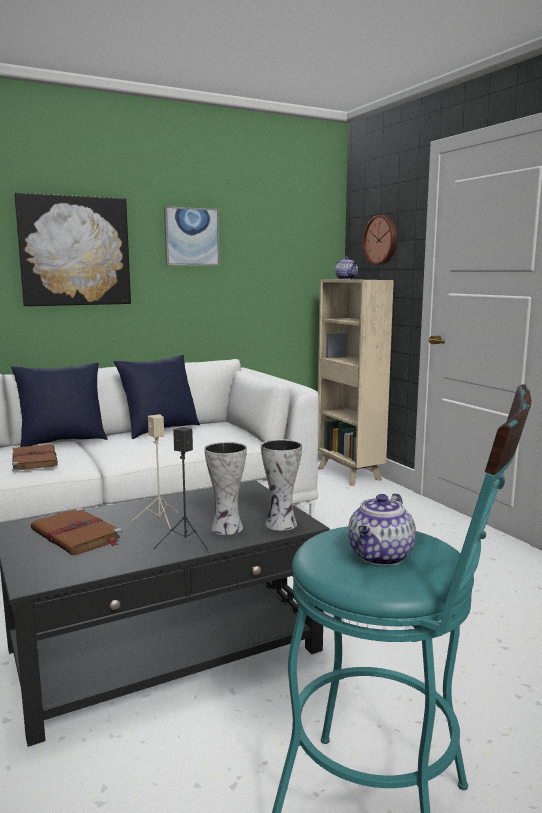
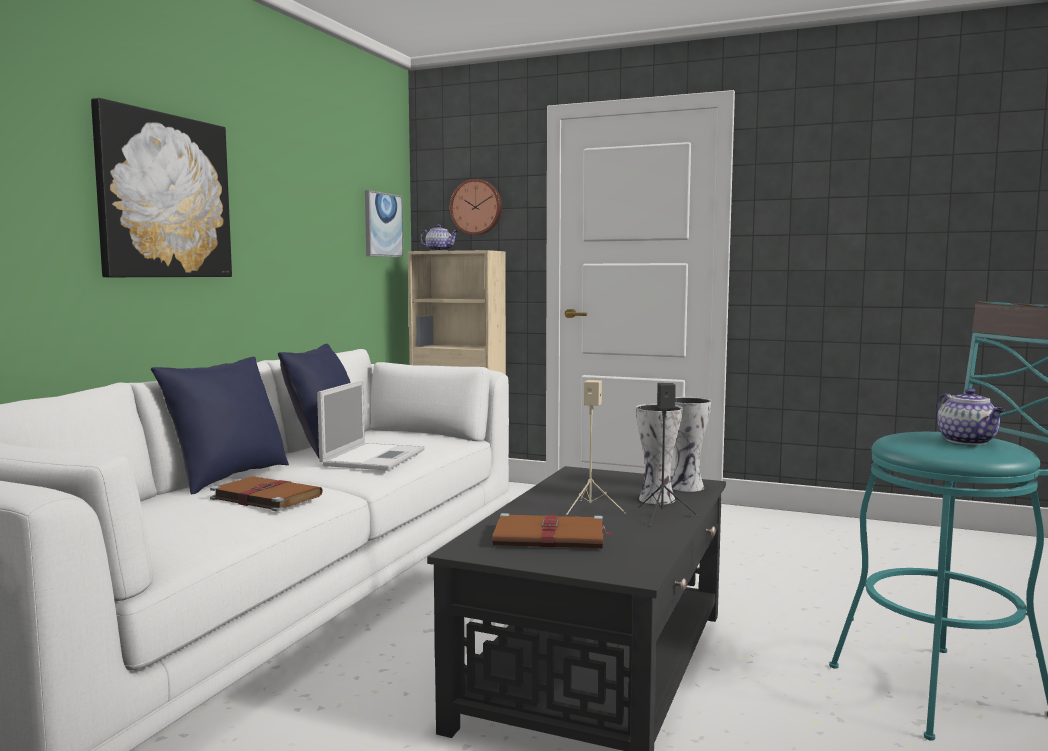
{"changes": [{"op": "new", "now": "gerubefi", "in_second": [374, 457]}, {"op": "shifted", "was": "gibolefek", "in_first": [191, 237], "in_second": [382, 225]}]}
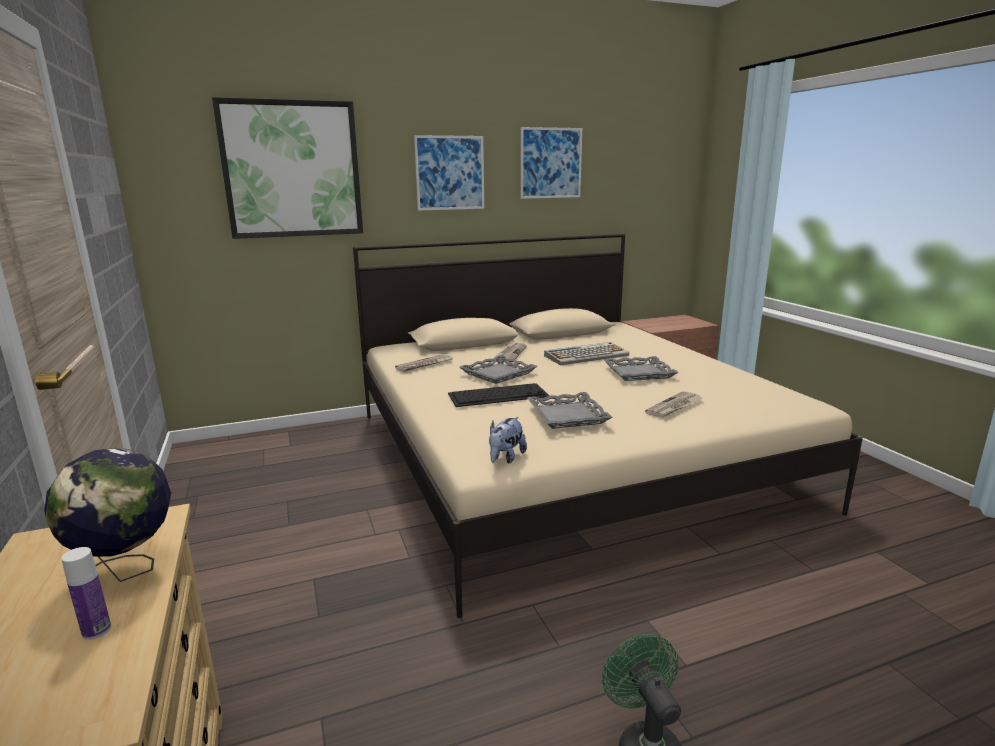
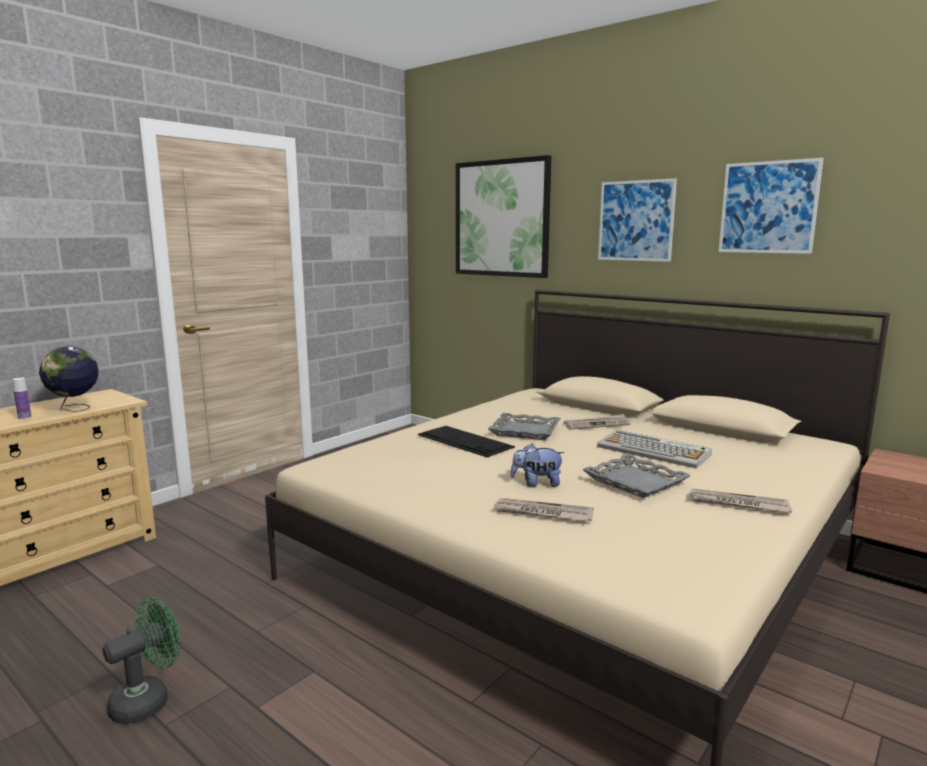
{"changes": [{"op": "gone", "was": "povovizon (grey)", "in_first": [567, 416]}, {"op": "shifted", "was": "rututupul", "in_first": [424, 365], "in_second": [738, 504]}, {"op": "shifted", "was": "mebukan", "in_first": [505, 458], "in_second": [537, 483]}]}
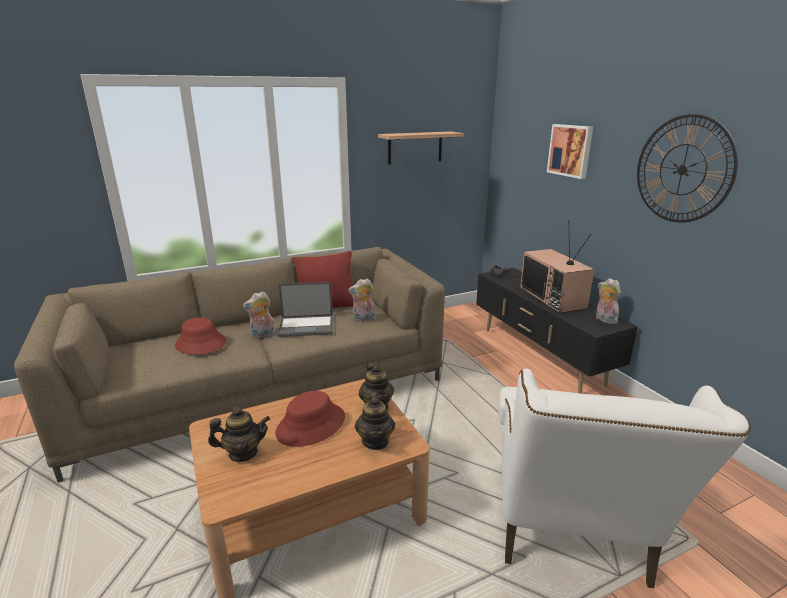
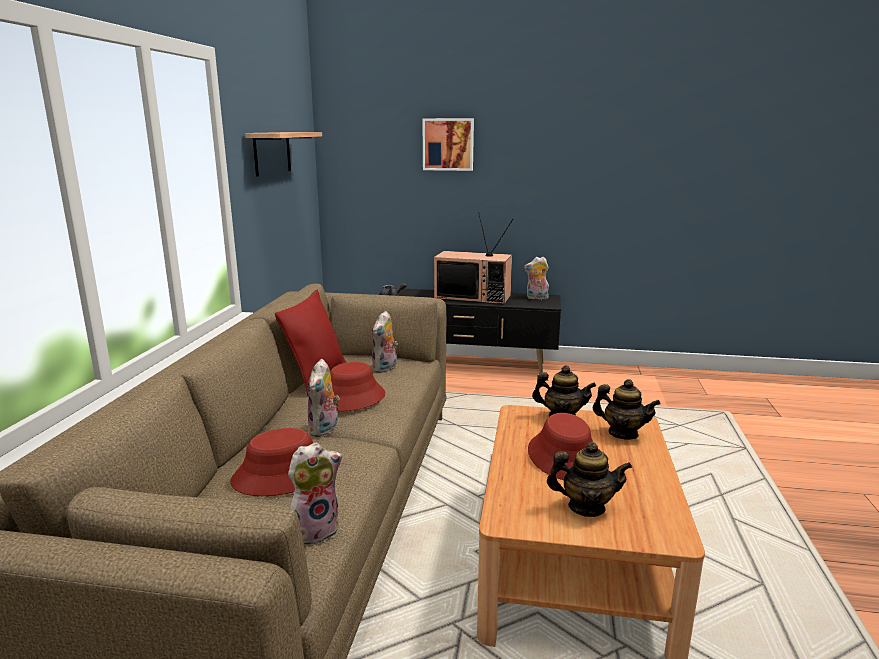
{"changes": [{"op": "gone", "was": "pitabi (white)", "in_first": [569, 532]}, {"op": "gone", "was": "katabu", "in_first": [682, 169]}, {"op": "new", "now": "mebukan", "in_second": [315, 530]}, {"op": "swapped", "was": "gerubefi", "now": "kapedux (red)", "in_first": [307, 326], "in_second": [350, 398]}, {"op": "rotated", "was": "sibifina", "in_first": [243, 453], "in_second": [586, 507], "clockwise": 75}]}
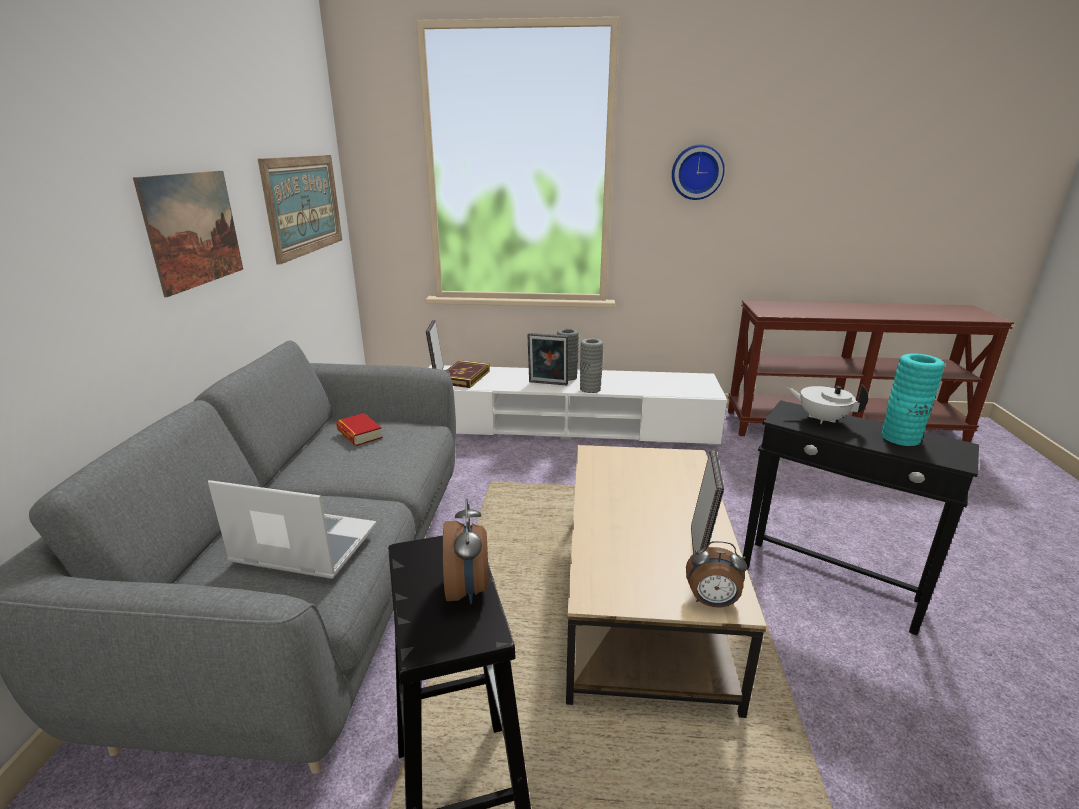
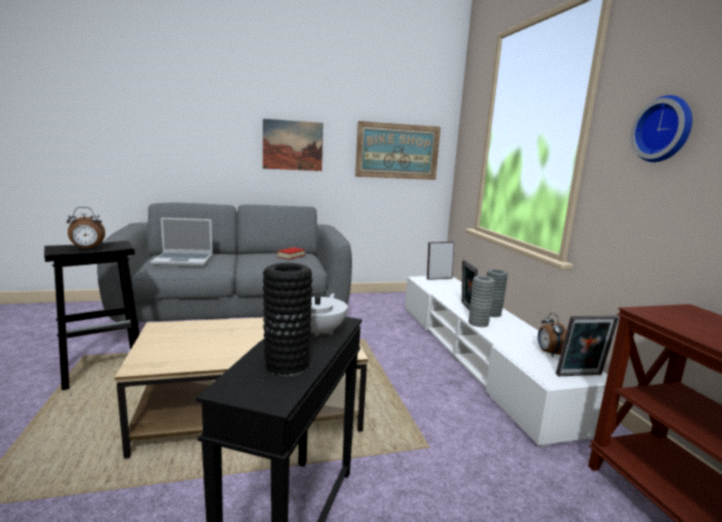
{"changes": [{"op": "gone", "was": "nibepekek", "in_first": [464, 377]}, {"op": "shifted", "was": "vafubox", "in_first": [712, 602], "in_second": [548, 353]}, {"op": "shifted", "was": "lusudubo", "in_first": [700, 548], "in_second": [580, 376]}, {"op": "repainted", "was": "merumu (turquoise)", "now": "merumu (black)", "in_first": [900, 437], "in_second": [287, 365]}, {"op": "rotated", "was": "gerubefi", "in_first": [302, 546], "in_second": [184, 260], "clockwise": 90}]}
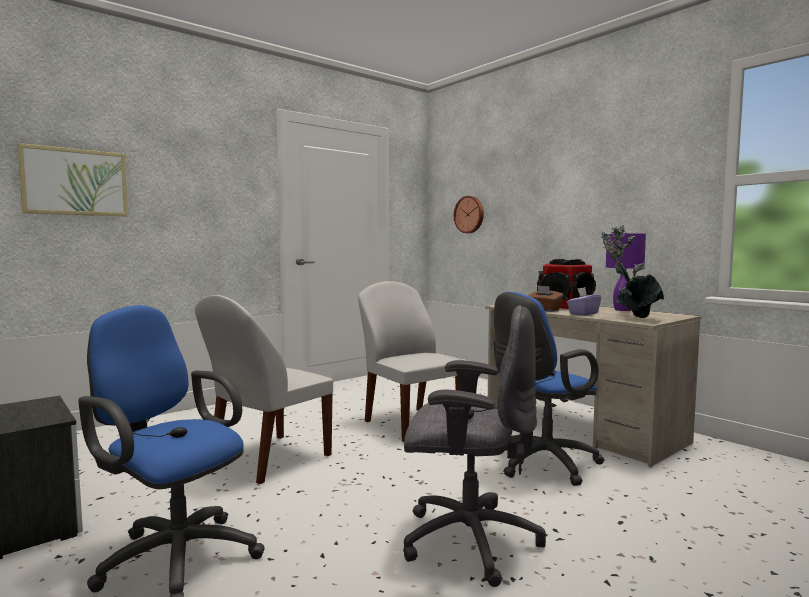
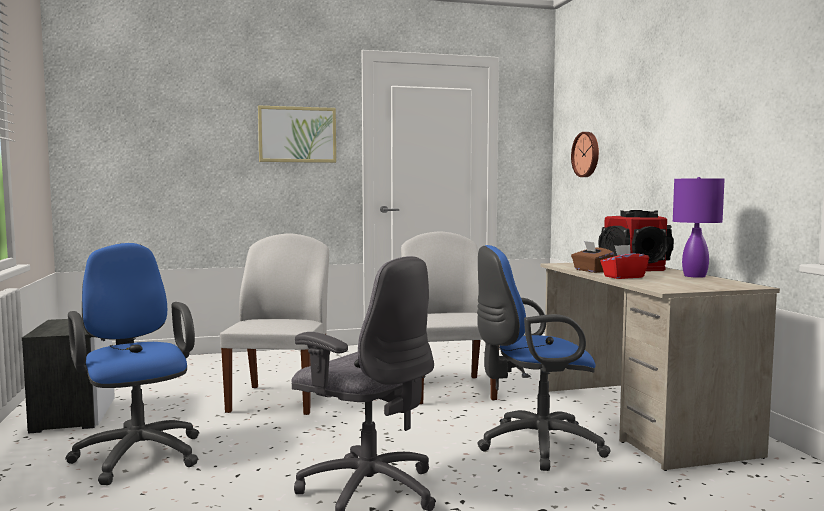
{"changes": [{"op": "gone", "was": "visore", "in_first": [630, 318]}, {"op": "shifted", "was": "gibolefek", "in_first": [75, 182], "in_second": [297, 134]}, {"op": "repainted", "was": "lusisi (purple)", "now": "lusisi (red)", "in_first": [583, 313], "in_second": [623, 277]}, {"op": "rotated", "was": "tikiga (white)", "in_first": [267, 459], "in_second": [280, 399], "clockwise": 120}]}
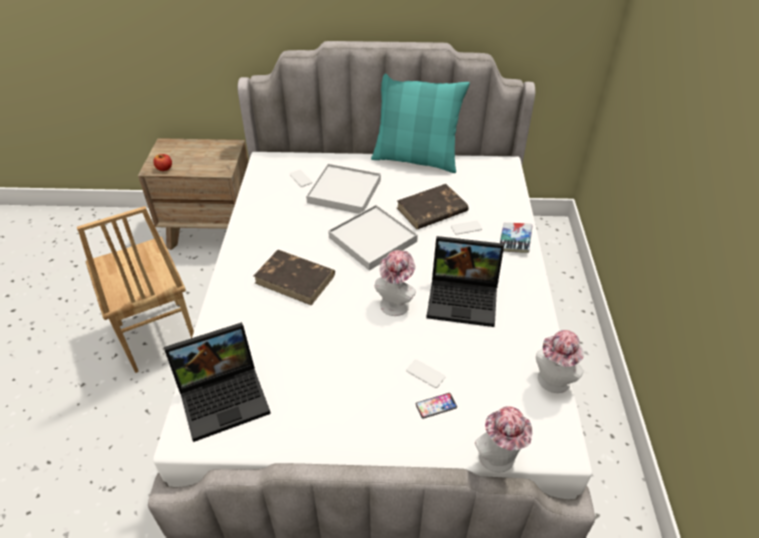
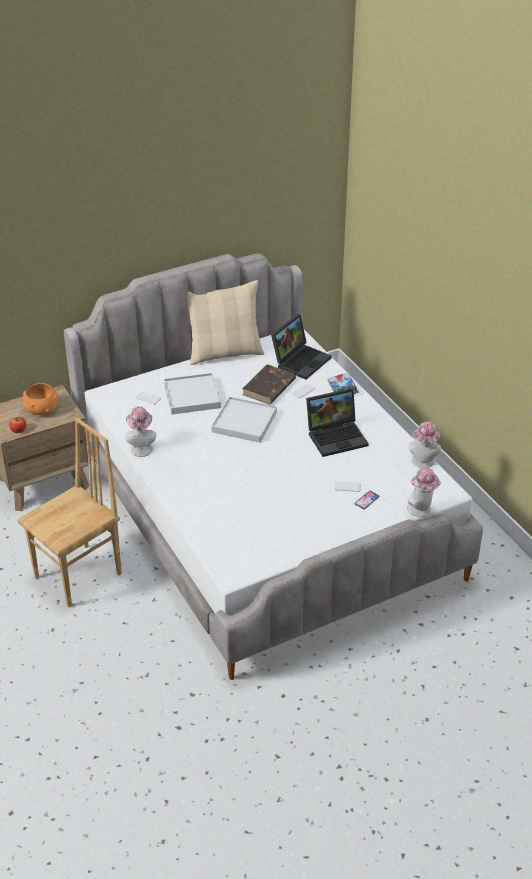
{"changes": [{"op": "gone", "was": "nibepekek (brown)", "in_first": [295, 279]}, {"op": "new", "now": "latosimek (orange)", "in_second": [42, 409]}, {"op": "shifted", "was": "gerubefi", "in_first": [225, 396], "in_second": [300, 360]}, {"op": "shifted", "was": "kapedux", "in_first": [396, 302], "in_second": [141, 447]}, {"op": "repainted", "was": "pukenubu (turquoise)", "now": "pukenubu (beige)", "in_first": [416, 159], "in_second": [224, 353]}, {"op": "rotated", "was": "tikiga (brown)", "in_first": [156, 337], "in_second": [79, 576], "clockwise": -75}]}
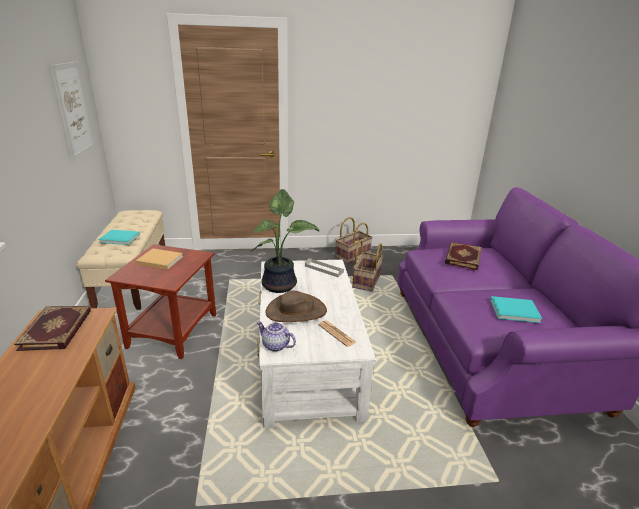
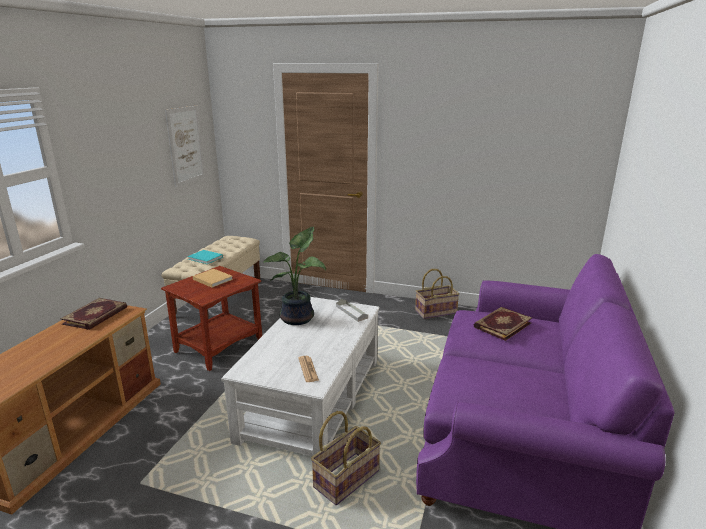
{"changes": [{"op": "gone", "was": "sibifina", "in_first": [275, 346]}, {"op": "gone", "was": "kapedux (brown)", "in_first": [296, 311]}, {"op": "gone", "was": "nibepekek (turquoise)", "in_first": [516, 311]}, {"op": "shifted", "was": "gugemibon", "in_first": [366, 281], "in_second": [346, 478]}]}
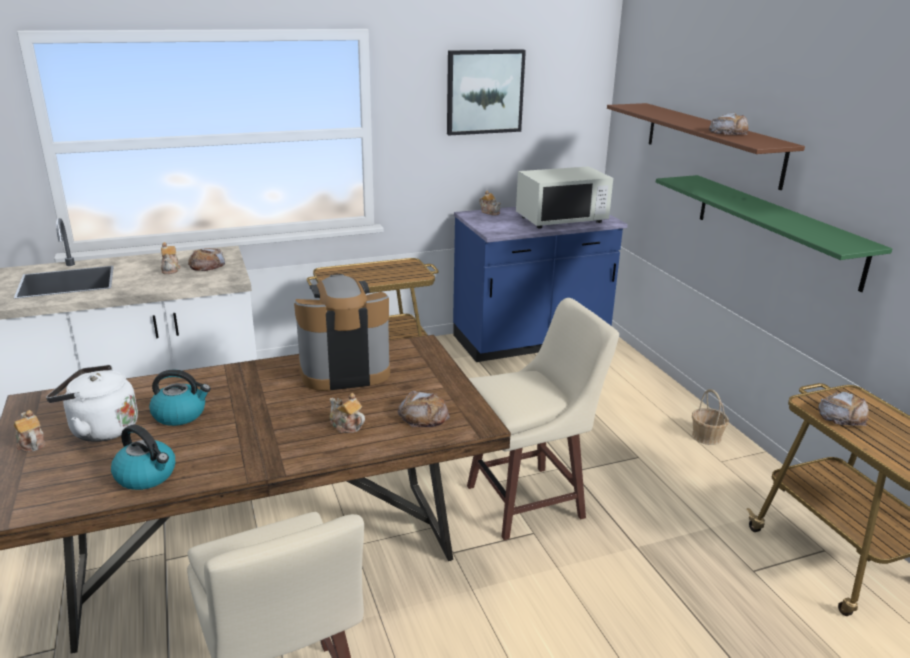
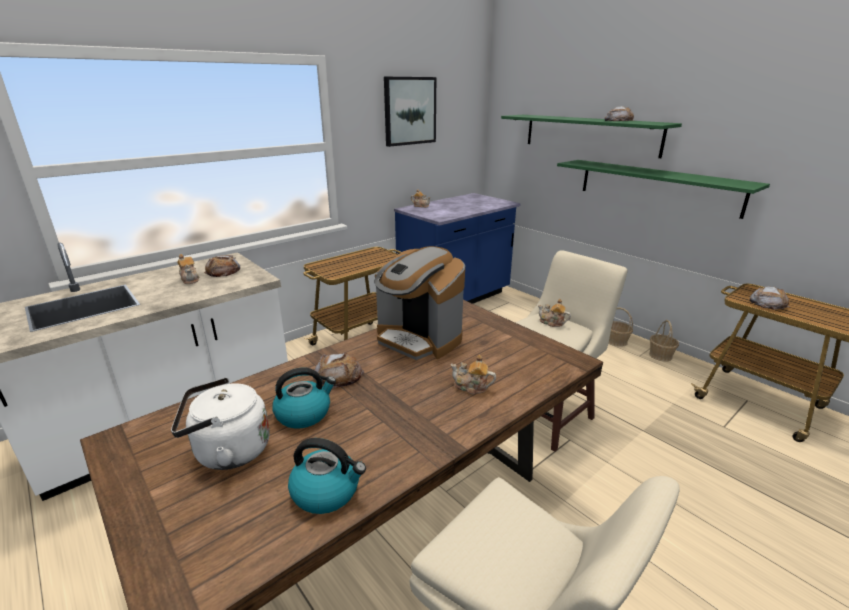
{"changes": [{"op": "gone", "was": "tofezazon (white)", "in_first": [561, 219]}, {"op": "new", "now": "gugemibon", "in_second": [660, 355]}, {"op": "shifted", "was": "sibifina", "in_first": [31, 443], "in_second": [552, 322]}, {"op": "shifted", "was": "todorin", "in_first": [423, 415], "in_second": [338, 375]}, {"op": "repainted", "was": "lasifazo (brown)", "now": "lasifazo (green)", "in_first": [711, 143], "in_second": [589, 134]}, {"op": "rotated", "was": "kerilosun", "in_first": [344, 370], "in_second": [418, 339], "clockwise": -105}]}
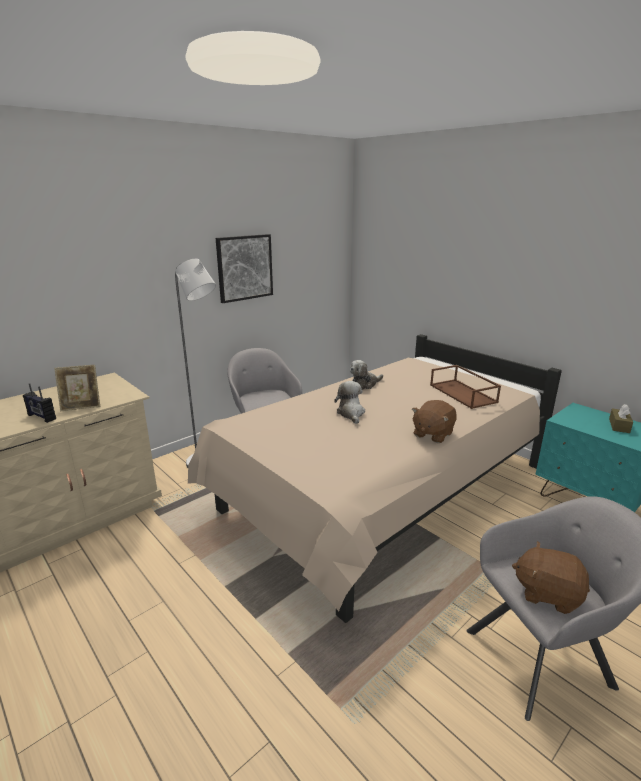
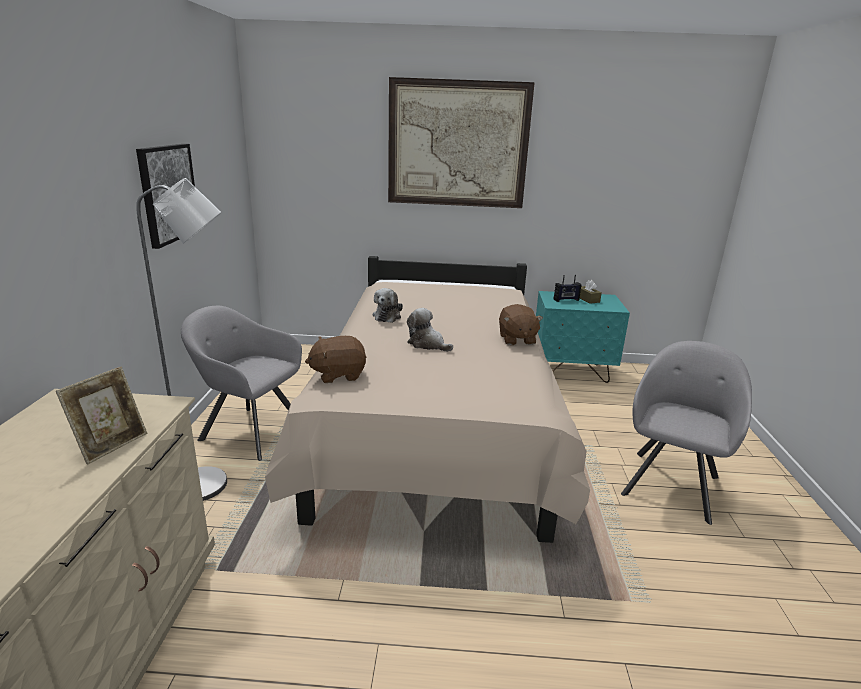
{"changes": [{"op": "gone", "was": "povovizon (brown)", "in_first": [463, 393]}, {"op": "new", "now": "gibolefek", "in_second": [458, 144]}, {"op": "shifted", "was": "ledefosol", "in_first": [41, 417], "in_second": [566, 300]}, {"op": "shifted", "was": "mebukan (brown)", "in_first": [547, 593], "in_second": [338, 374]}]}
